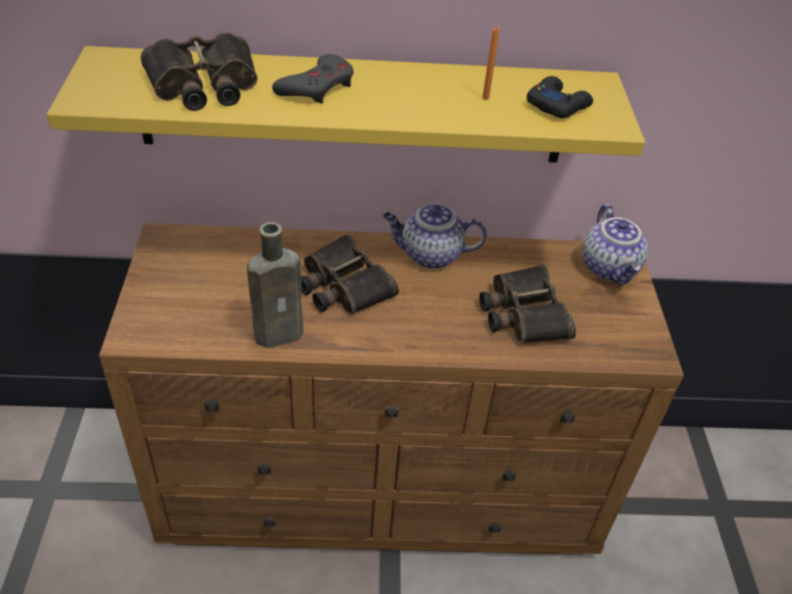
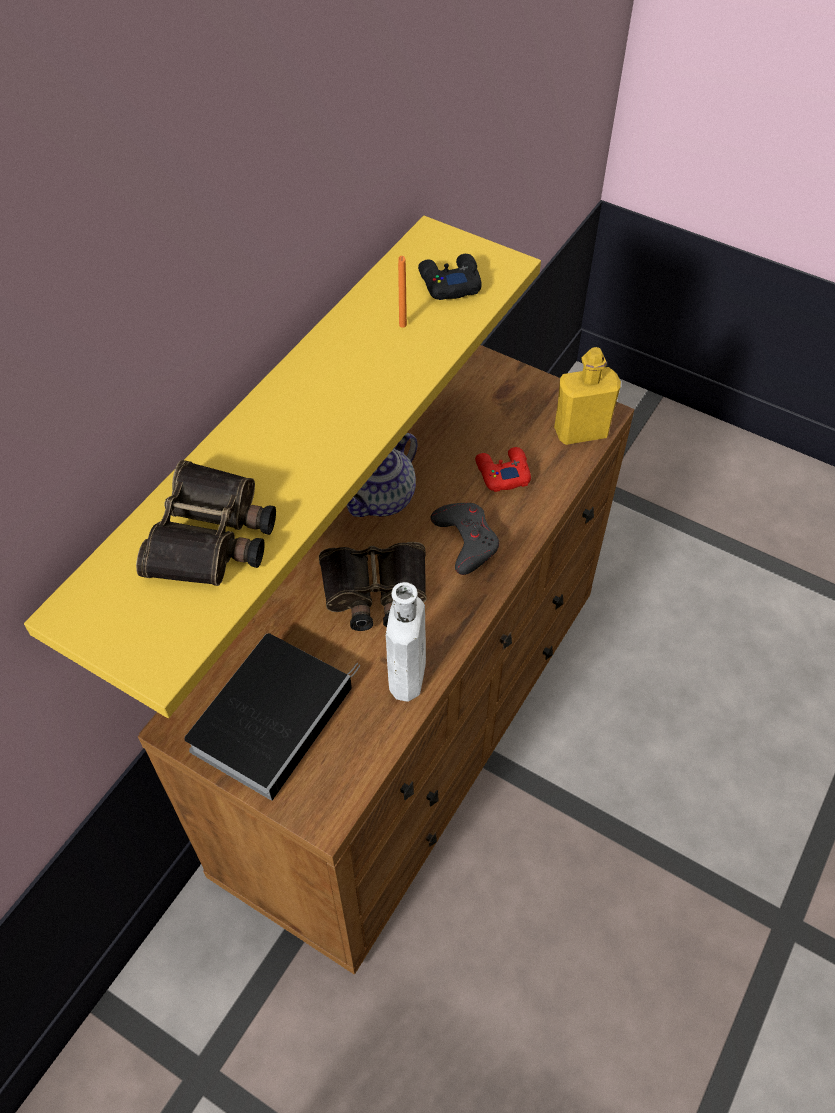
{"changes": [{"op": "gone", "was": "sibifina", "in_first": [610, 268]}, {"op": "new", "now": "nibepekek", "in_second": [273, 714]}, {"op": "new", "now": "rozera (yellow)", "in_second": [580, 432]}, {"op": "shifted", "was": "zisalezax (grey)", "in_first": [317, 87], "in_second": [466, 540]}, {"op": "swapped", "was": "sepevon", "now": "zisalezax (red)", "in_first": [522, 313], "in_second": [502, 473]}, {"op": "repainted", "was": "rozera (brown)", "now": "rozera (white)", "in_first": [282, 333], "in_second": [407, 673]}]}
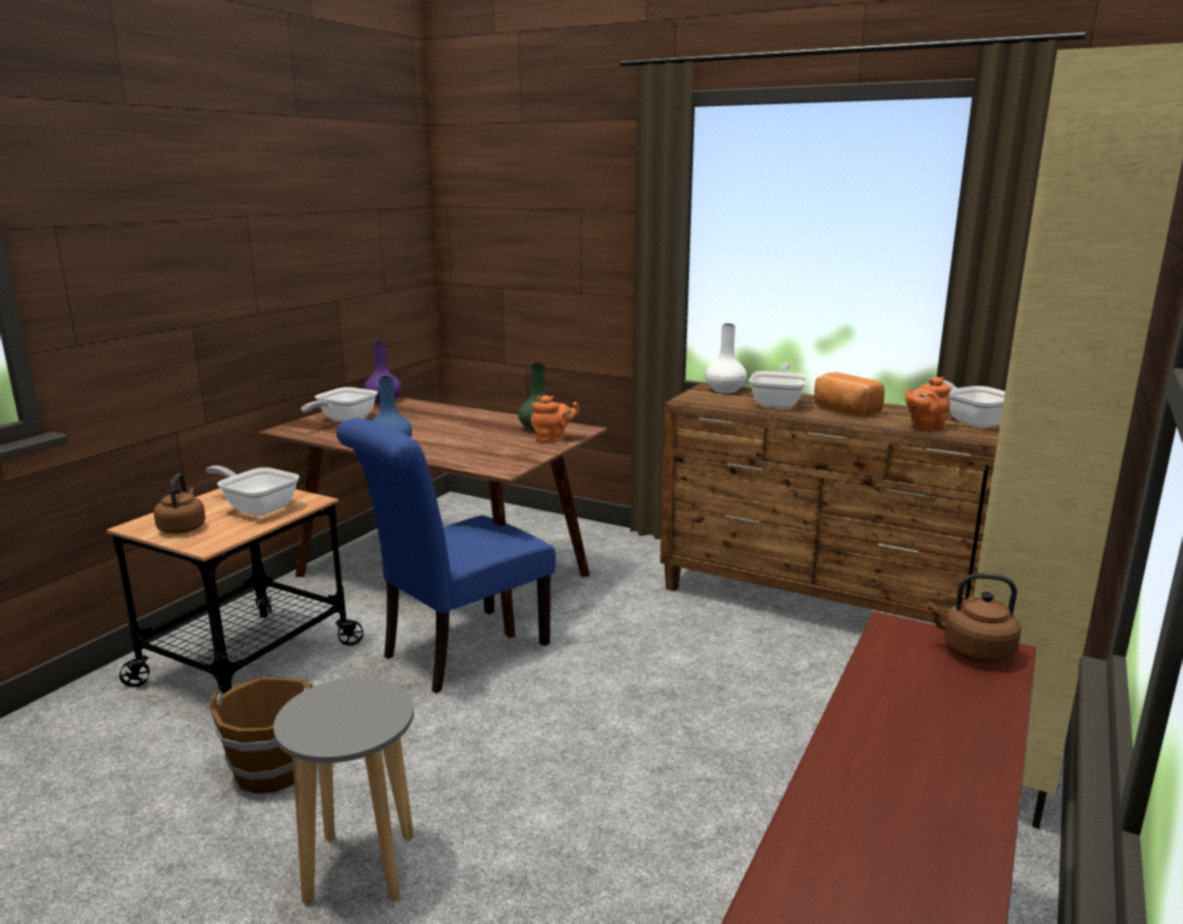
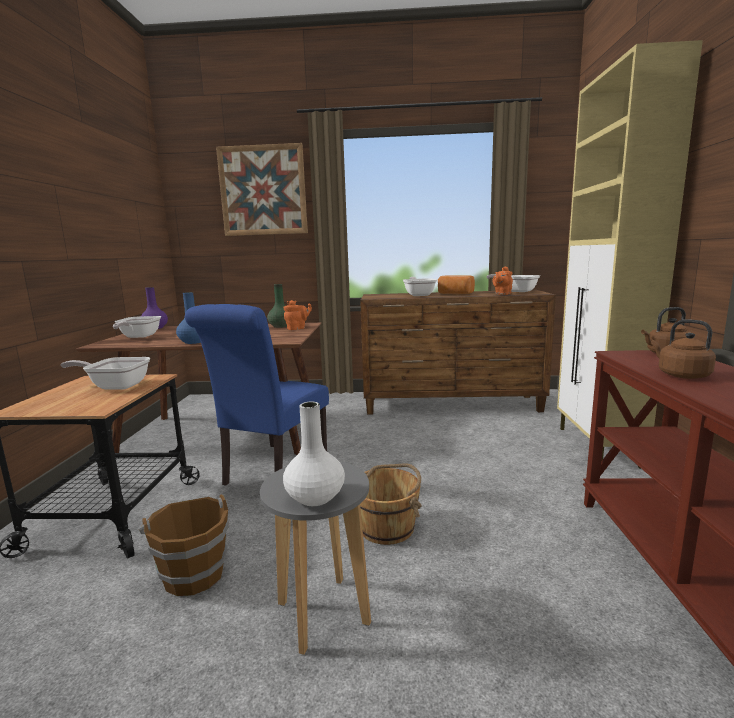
{"changes": [{"op": "new", "now": "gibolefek", "in_second": [263, 191]}, {"op": "new", "now": "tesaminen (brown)", "in_second": [387, 527]}, {"op": "shifted", "was": "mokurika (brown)", "in_first": [183, 528], "in_second": [680, 375]}, {"op": "shifted", "was": "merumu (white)", "in_first": [725, 390], "in_second": [315, 497]}]}
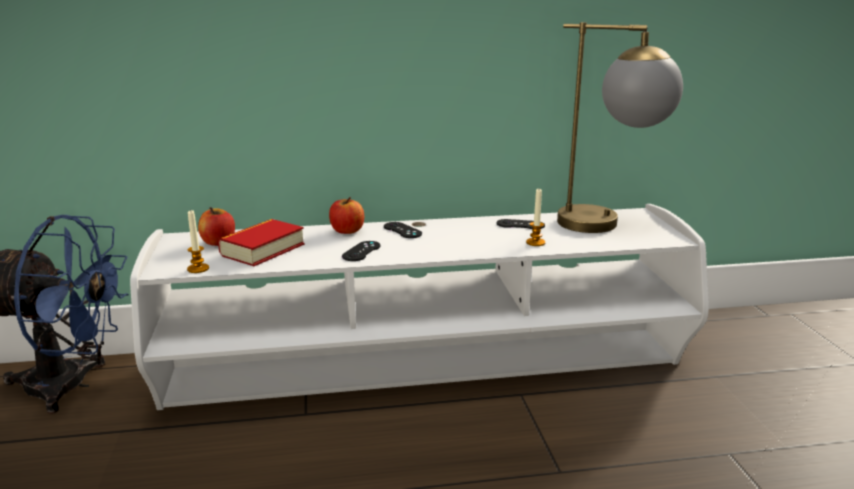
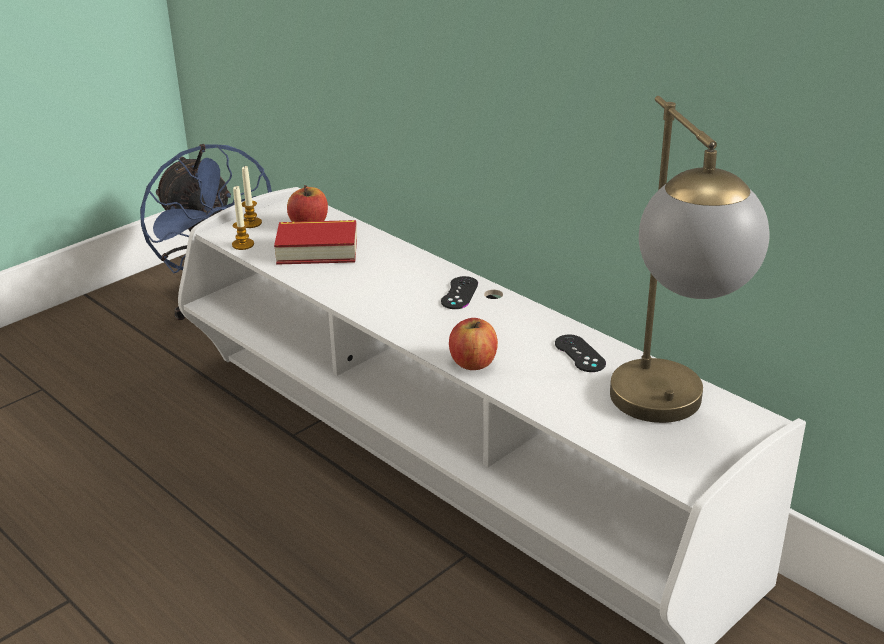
{"changes": [{"op": "gone", "was": "zisalezax (black)", "in_first": [361, 251]}, {"op": "shifted", "was": "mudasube", "in_first": [347, 231], "in_second": [473, 362]}, {"op": "shifted", "was": "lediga", "in_first": [535, 242], "in_second": [251, 223]}]}
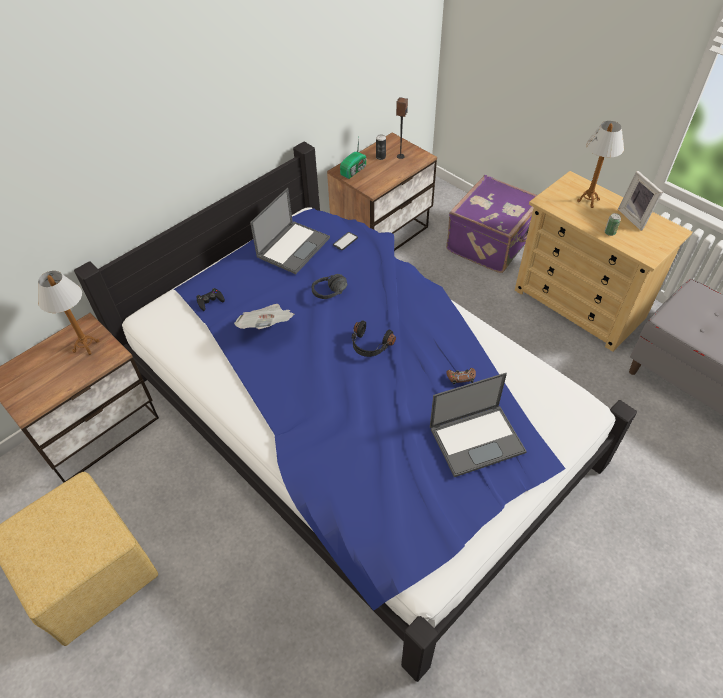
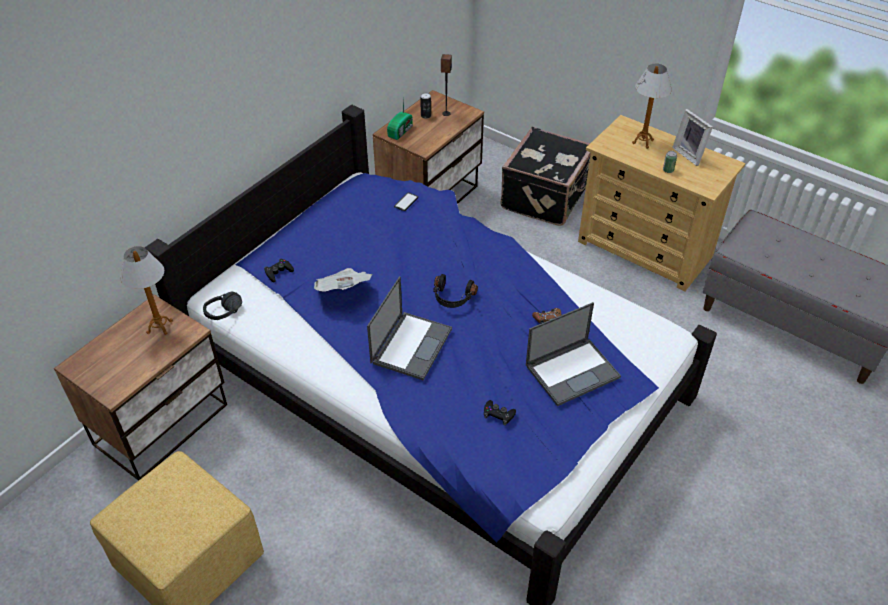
{"changes": [{"op": "new", "now": "zisalezax (black)", "in_second": [498, 414]}, {"op": "shifted", "was": "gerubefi", "in_first": [293, 247], "in_second": [411, 345]}, {"op": "shifted", "was": "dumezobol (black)", "in_first": [332, 295], "in_second": [227, 315]}, {"op": "repainted", "was": "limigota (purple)", "now": "limigota (black)", "in_first": [491, 243], "in_second": [546, 197]}]}
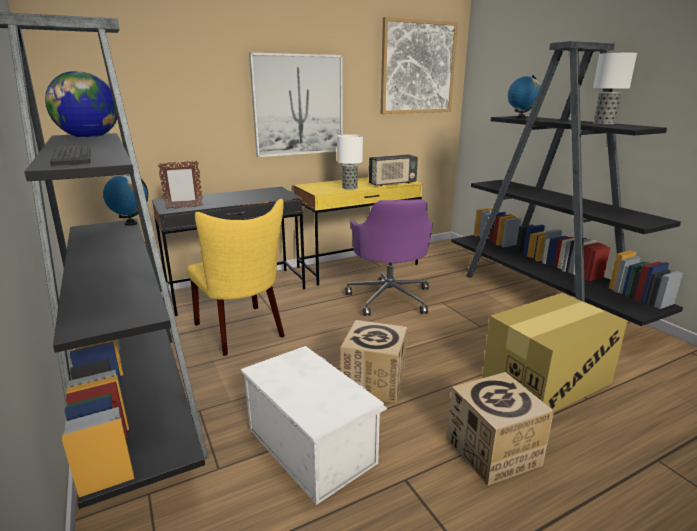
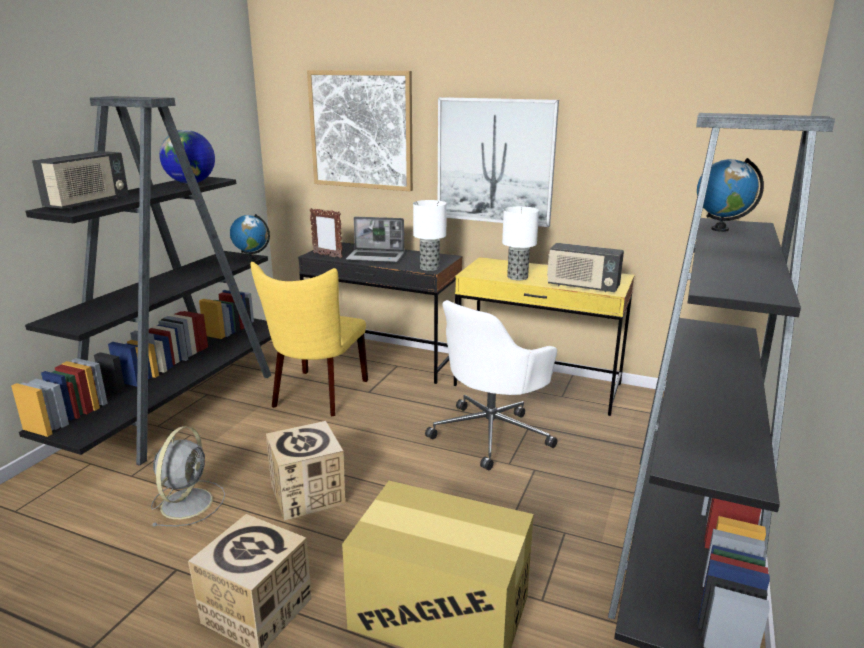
{"changes": [{"op": "new", "now": "gerubefi", "in_second": [376, 257]}, {"op": "shifted", "was": "gibolefek", "in_first": [418, 67], "in_second": [361, 130]}, {"op": "shifted", "was": "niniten", "in_first": [603, 123], "in_second": [429, 268]}, {"op": "swapped", "was": "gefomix", "now": "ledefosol", "in_first": [72, 157], "in_second": [88, 203]}, {"op": "swapped", "was": "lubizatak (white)", "now": "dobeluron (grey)", "in_first": [312, 444], "in_second": [188, 502]}, {"op": "repainted", "was": "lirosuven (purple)", "now": "lirosuven (white)", "in_first": [389, 297], "in_second": [492, 433]}]}
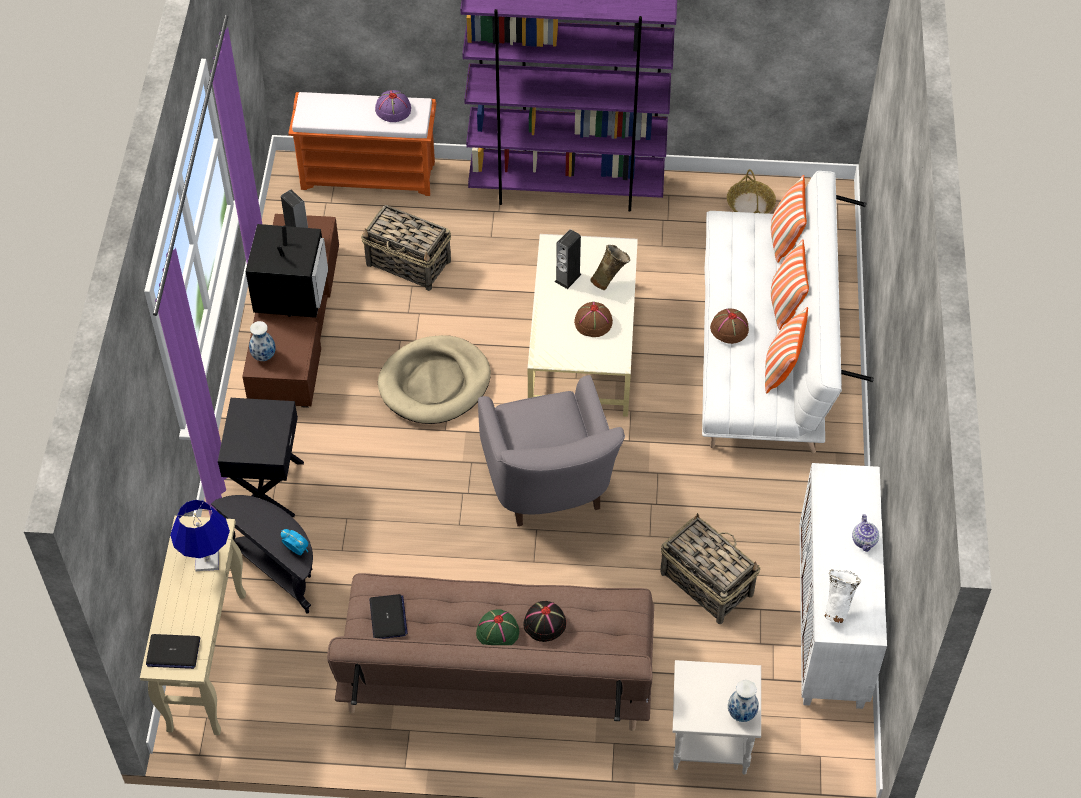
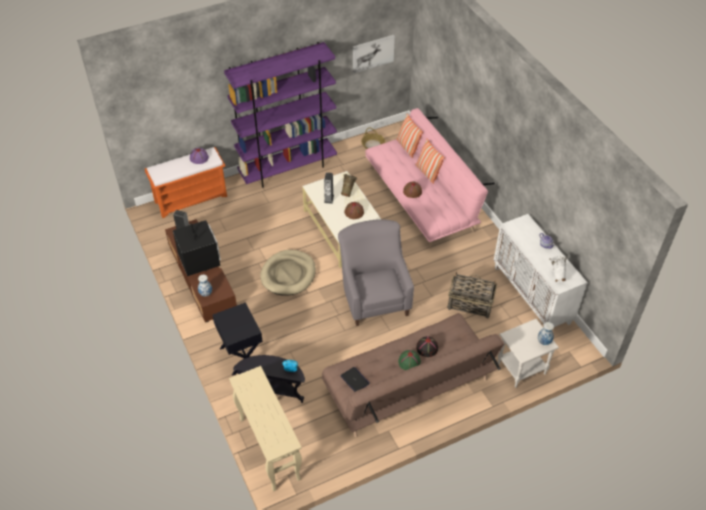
{"changes": [{"op": "gone", "was": "gerubefi", "in_first": [173, 652]}, {"op": "gone", "was": "niniten (blue)", "in_first": [207, 561]}, {"op": "gone", "was": "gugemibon", "in_first": [409, 263]}, {"op": "gone", "was": "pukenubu", "in_first": [781, 369]}, {"op": "new", "now": "gibolefek", "in_second": [372, 53]}, {"op": "repainted", "was": "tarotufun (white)", "now": "tarotufun (pink)", "in_first": [764, 347], "in_second": [421, 198]}, {"op": "rotated", "was": "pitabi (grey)", "in_first": [550, 489], "in_second": [374, 296], "clockwise": -150}]}
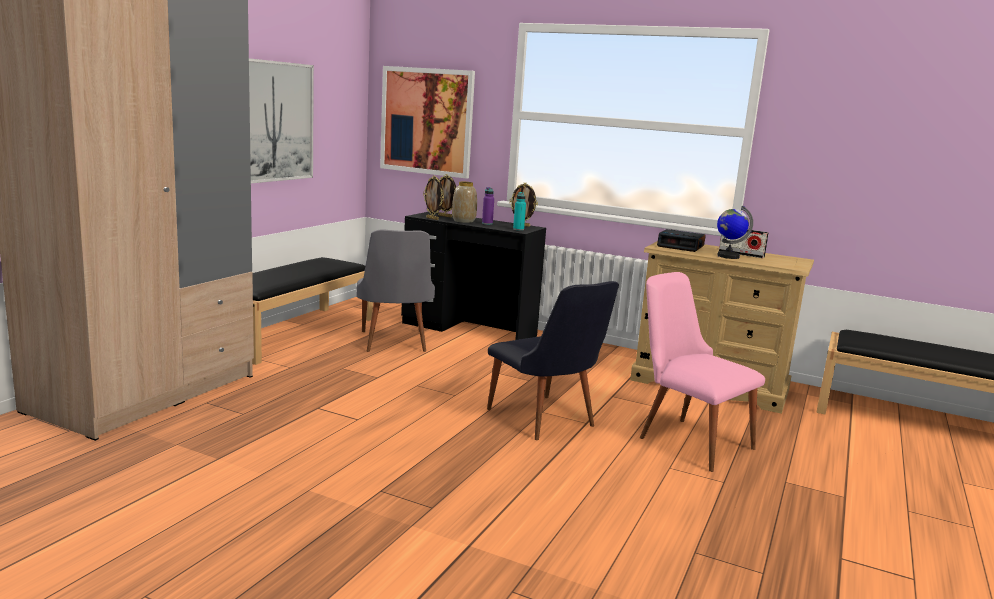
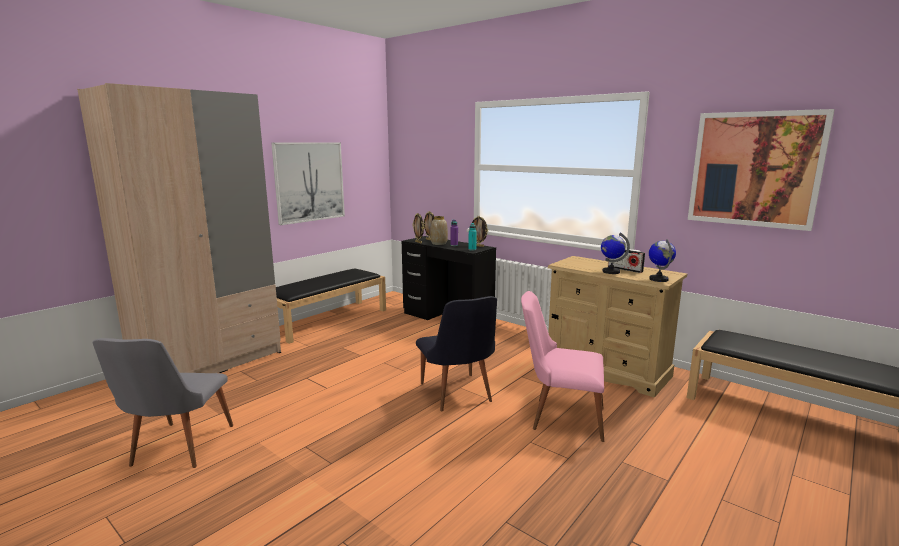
{"changes": [{"op": "gone", "was": "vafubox", "in_first": [681, 246]}, {"op": "new", "now": "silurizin", "in_second": [658, 279]}, {"op": "shifted", "was": "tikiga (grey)", "in_first": [393, 344], "in_second": [176, 450]}, {"op": "shifted", "was": "gibolefek", "in_first": [426, 121], "in_second": [754, 169]}, {"op": "rotated", "was": "tikiga (pink)", "in_first": [687, 439], "in_second": [560, 417], "clockwise": -45}]}
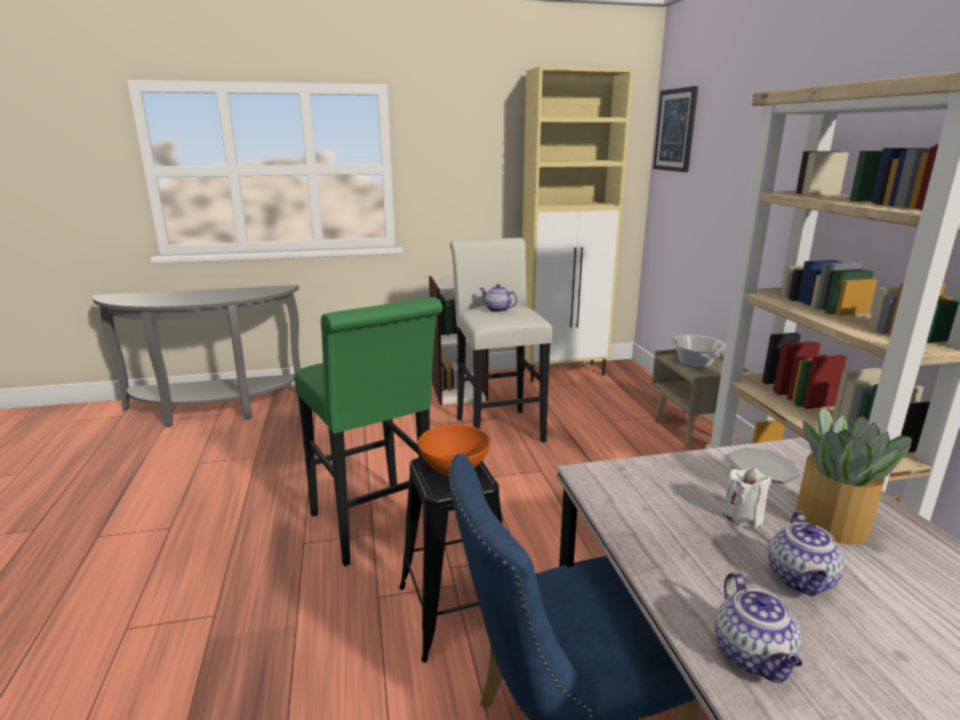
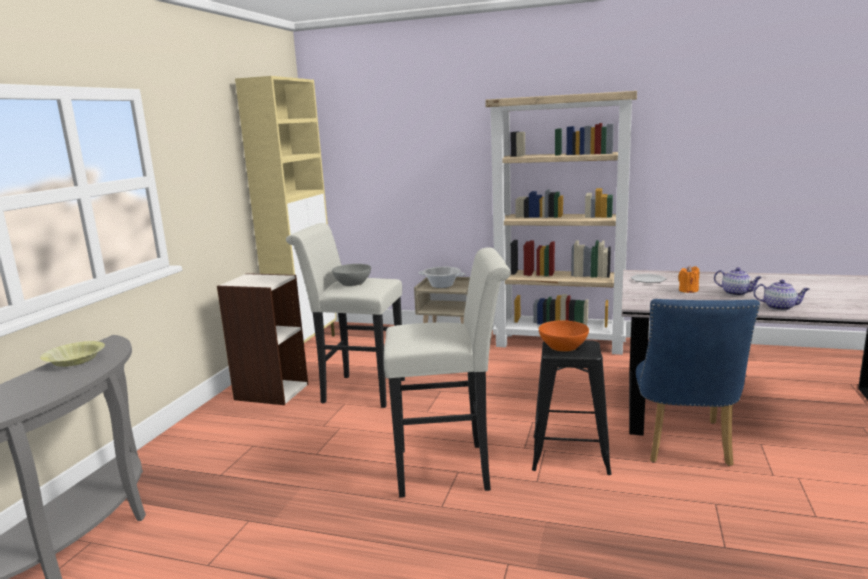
{"changes": [{"op": "gone", "was": "gibolefek", "in_first": [675, 130]}, {"op": "gone", "was": "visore", "in_first": [832, 524]}, {"op": "new", "now": "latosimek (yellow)", "in_second": [75, 361]}, {"op": "swapped", "was": "sibifina", "now": "latosimek (grey)", "in_first": [497, 309], "in_second": [352, 283]}, {"op": "repainted", "was": "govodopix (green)", "now": "govodopix (white)", "in_first": [375, 528], "in_second": [451, 469]}, {"op": "repainted", "was": "lediga (white)", "now": "lediga (orange)", "in_first": [743, 516], "in_second": [688, 290]}]}
